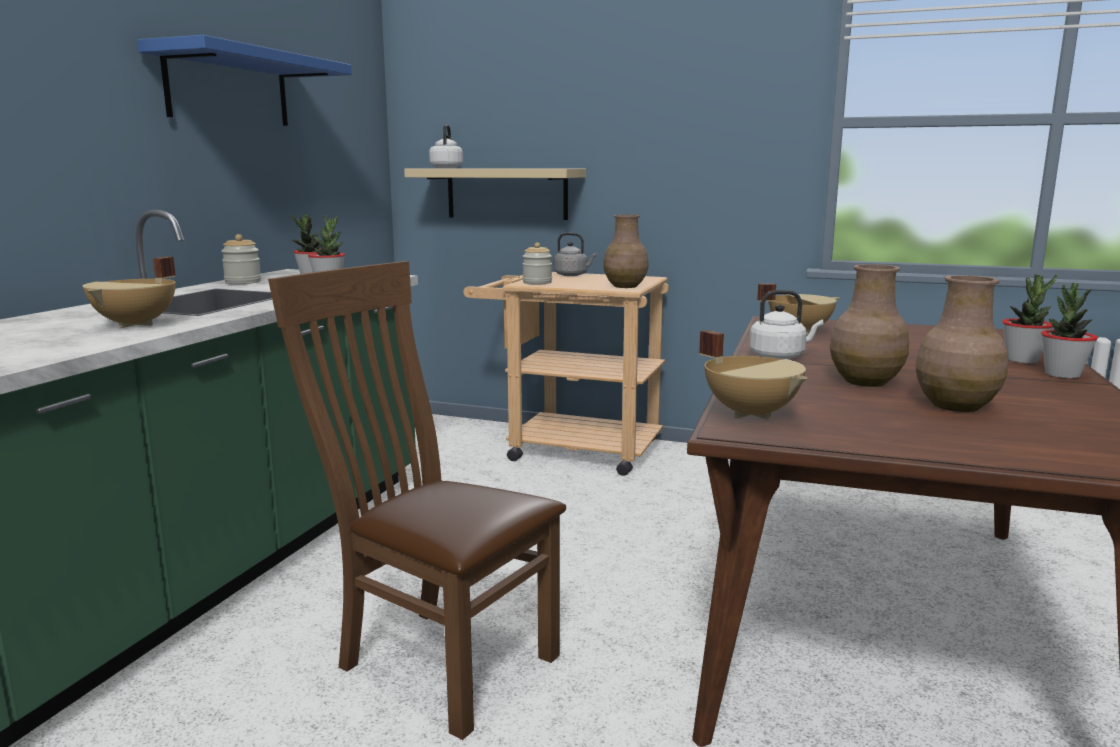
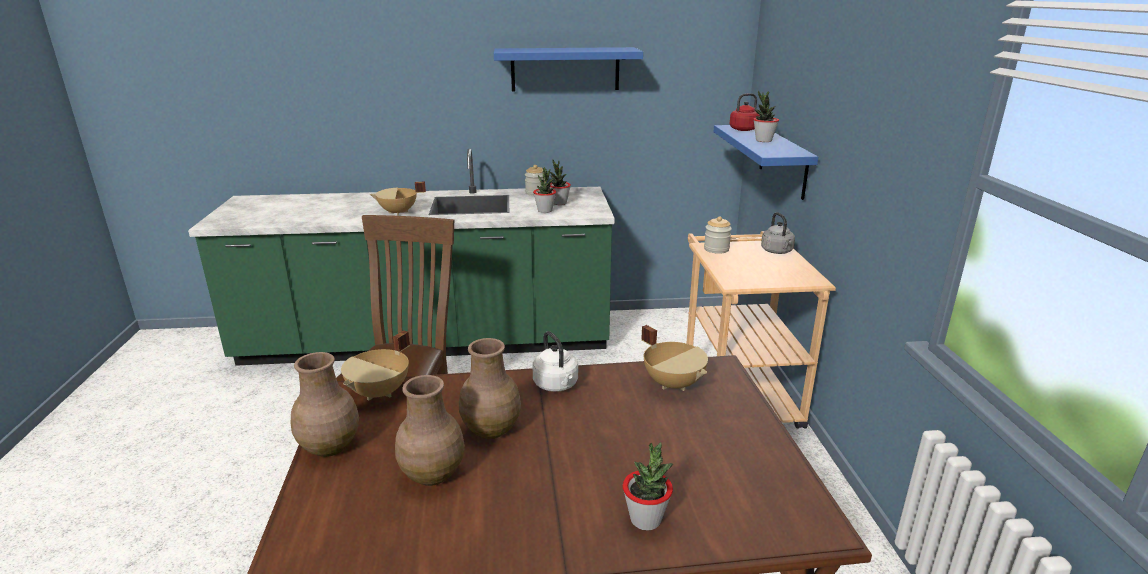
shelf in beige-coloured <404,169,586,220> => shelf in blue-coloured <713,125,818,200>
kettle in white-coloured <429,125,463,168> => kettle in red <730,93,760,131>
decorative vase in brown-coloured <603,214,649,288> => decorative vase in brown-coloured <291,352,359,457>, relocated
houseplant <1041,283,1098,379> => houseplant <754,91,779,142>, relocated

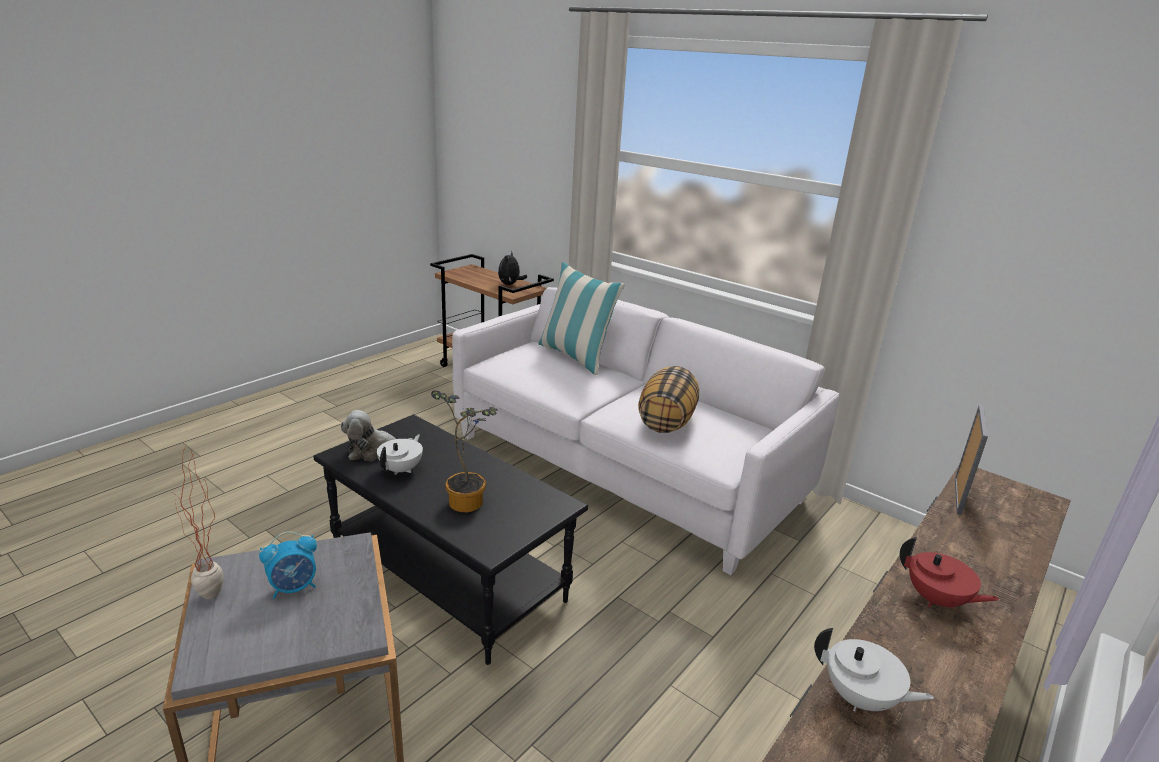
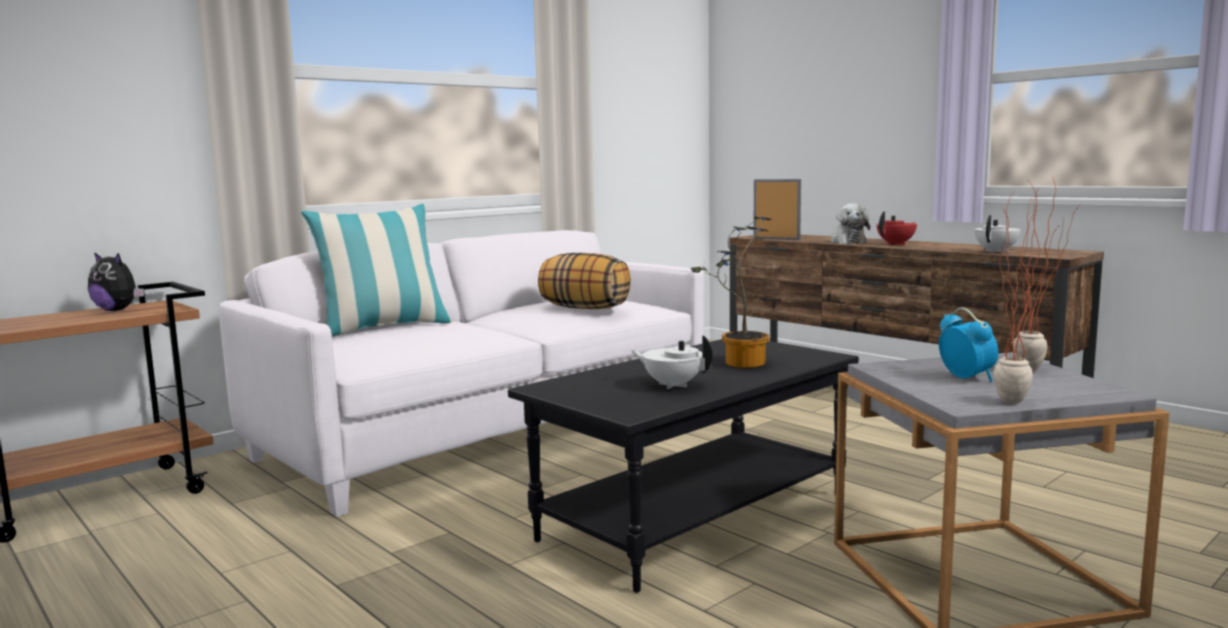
cuddly toy <341,410,414,461> => cuddly toy <830,203,870,244>, relocated
nothing => houseplant <1014,178,1080,372>

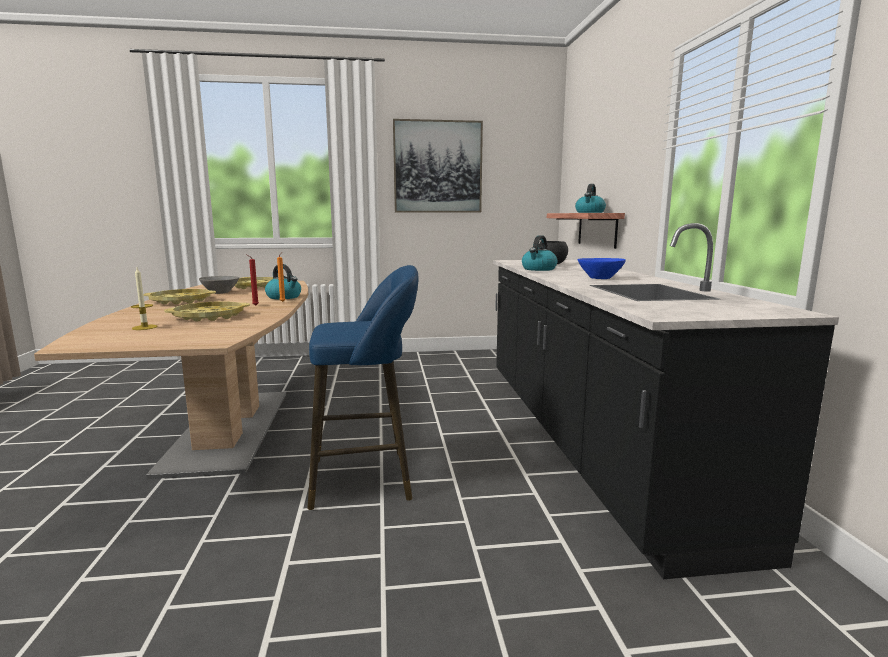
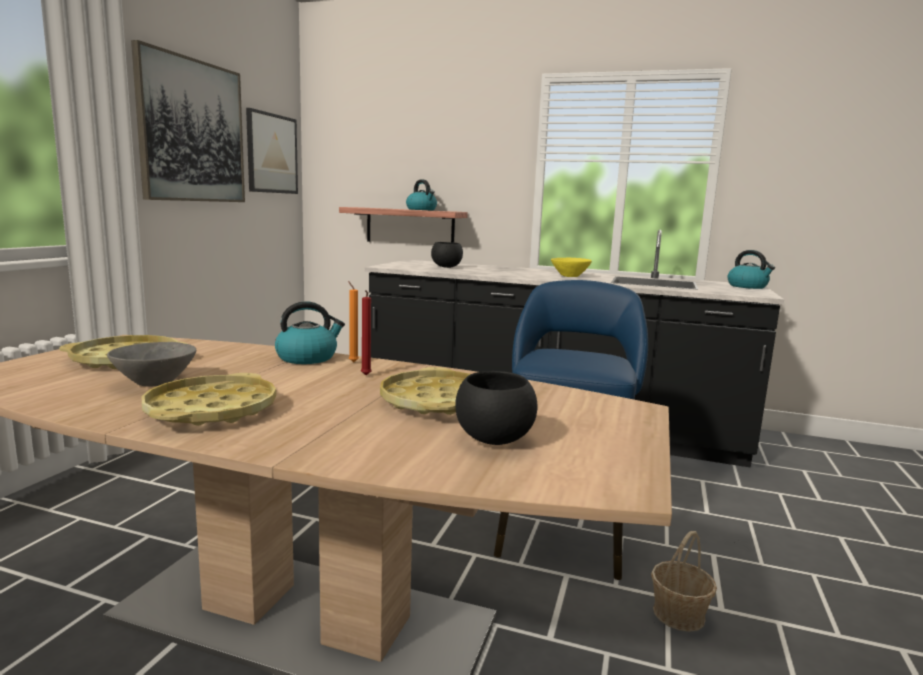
wax candle <131,268,158,330> => serving bowl in blackish <455,371,537,445>
kettle <522,235,558,271> => kettle <728,250,775,289>, relocated
serving bowl in blue-coloured <577,258,626,279> => serving bowl in yellow-coloured <551,258,592,277>
nothing => wall art <246,108,298,194>
nothing => household basket <651,531,717,632>

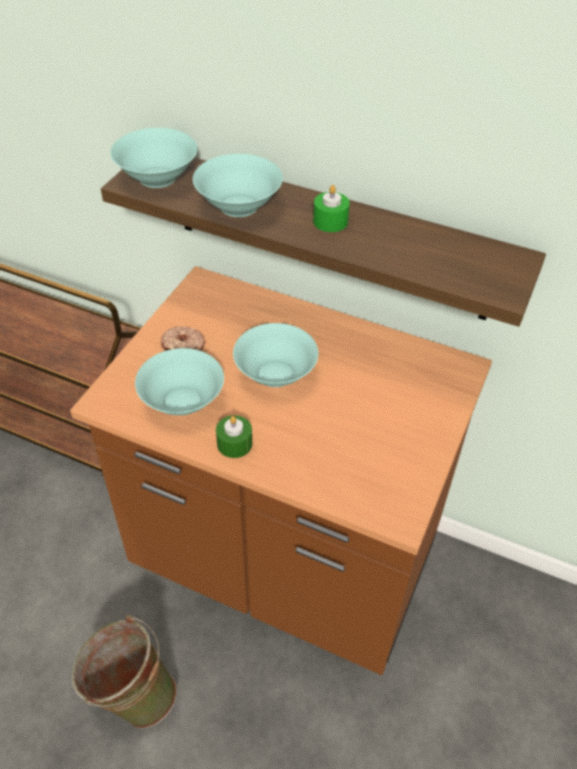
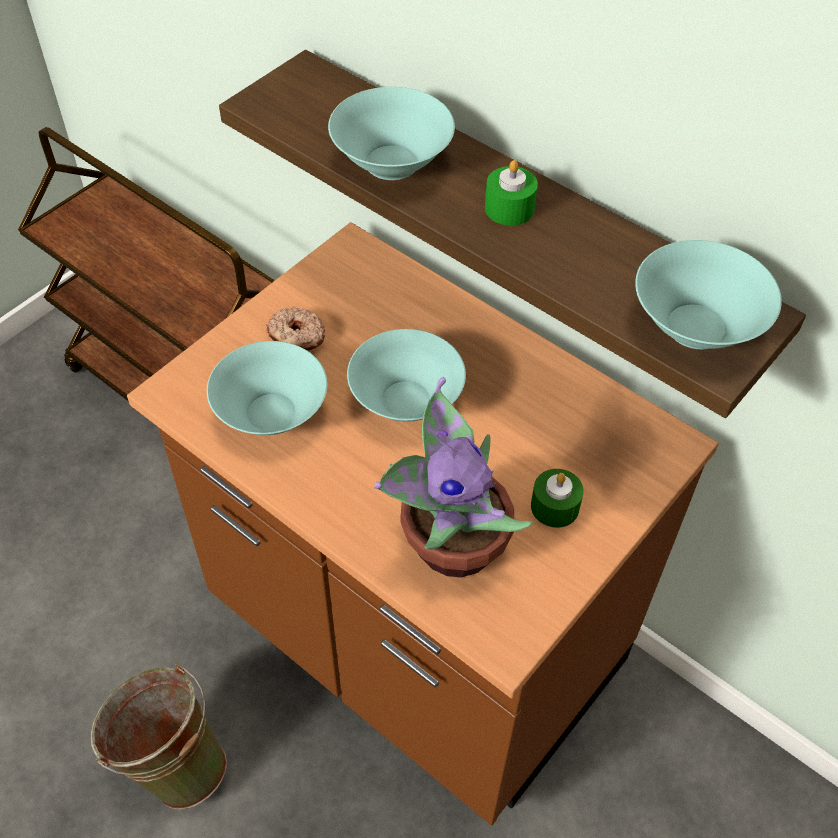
serving bowl in blue-green <110,128,197,188> => serving bowl in blue-green <635,240,782,349>, relocated
wax candle in green-coloured <216,415,252,458> => wax candle in green-coloured <531,469,584,528>, relocated
nothing => houseplant <374,377,533,577>

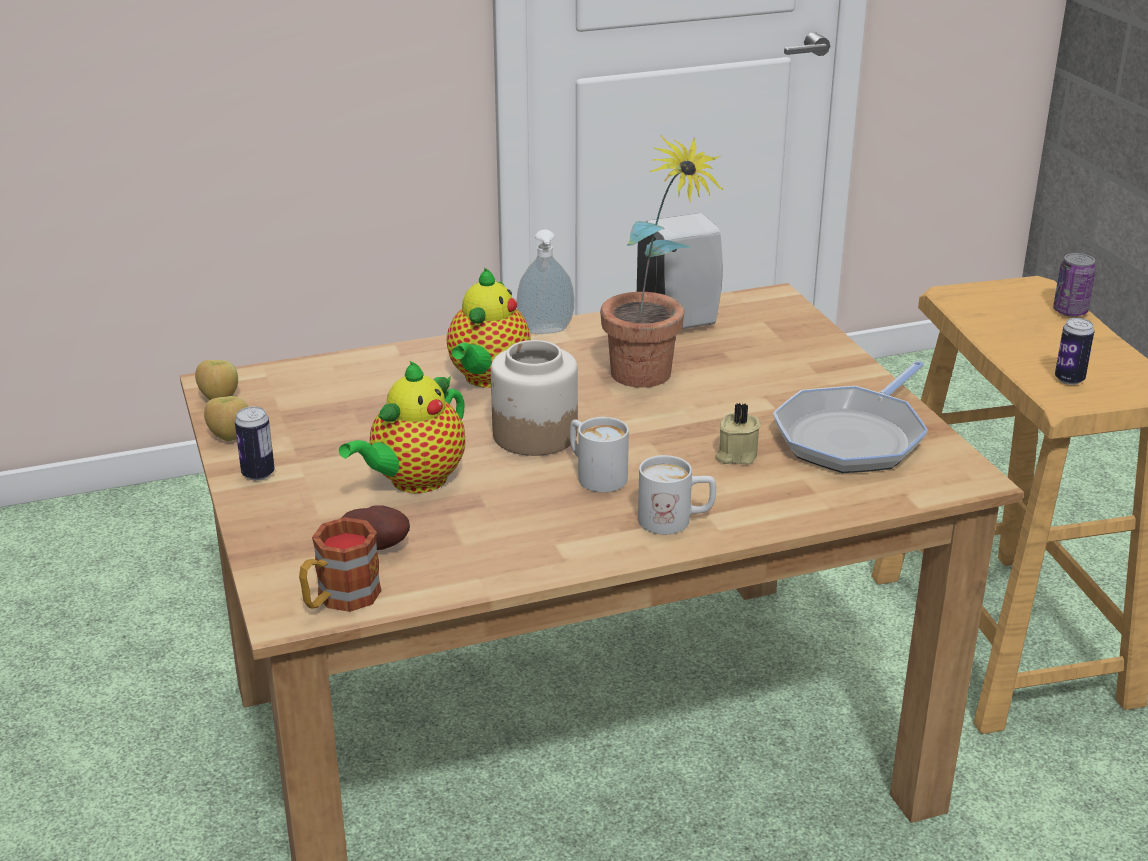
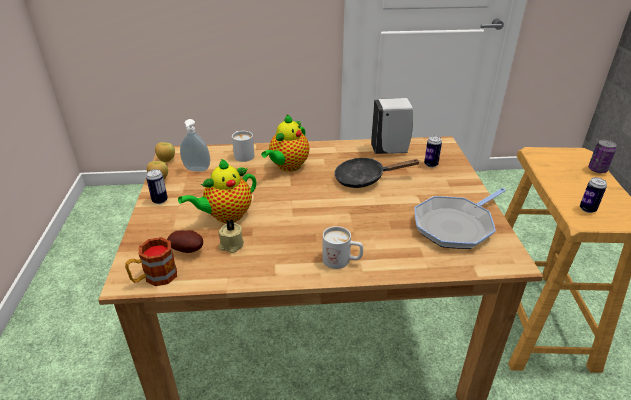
preserve jar <491,340,578,456> => nothing
liquid soap bottle <516,230,574,334> => liquid soap bottle <180,119,210,172>, relocated
mug in white-coloured <570,417,629,492> => mug in white-coloured <232,131,254,162>, relocated
houseplant <600,135,723,388> => skillet in blackish <334,158,420,188>
wax candle in beige-coloured <715,402,761,465> => wax candle in beige-coloured <219,219,244,253>, relocated
nothing => metal can <424,136,442,167>

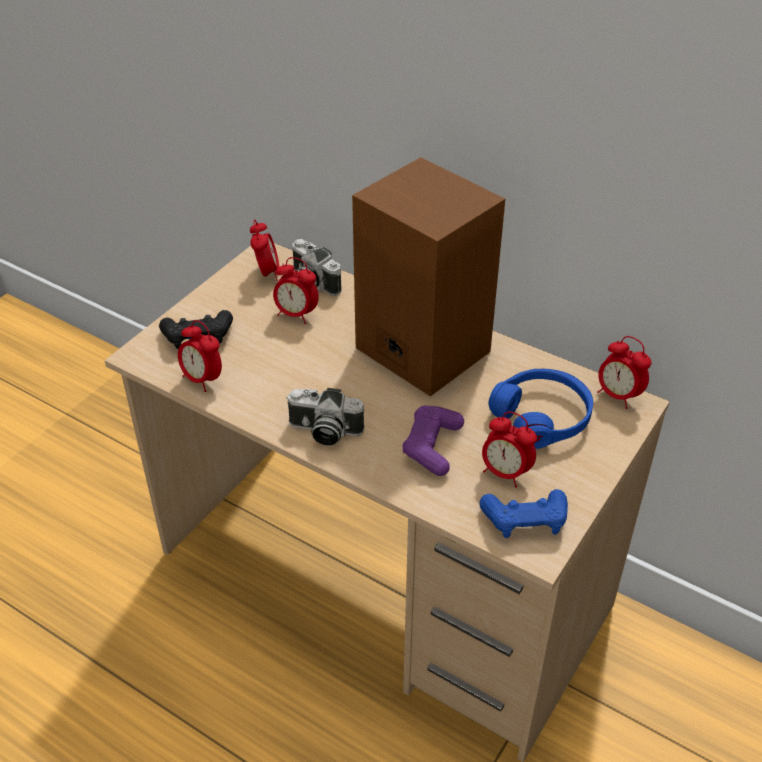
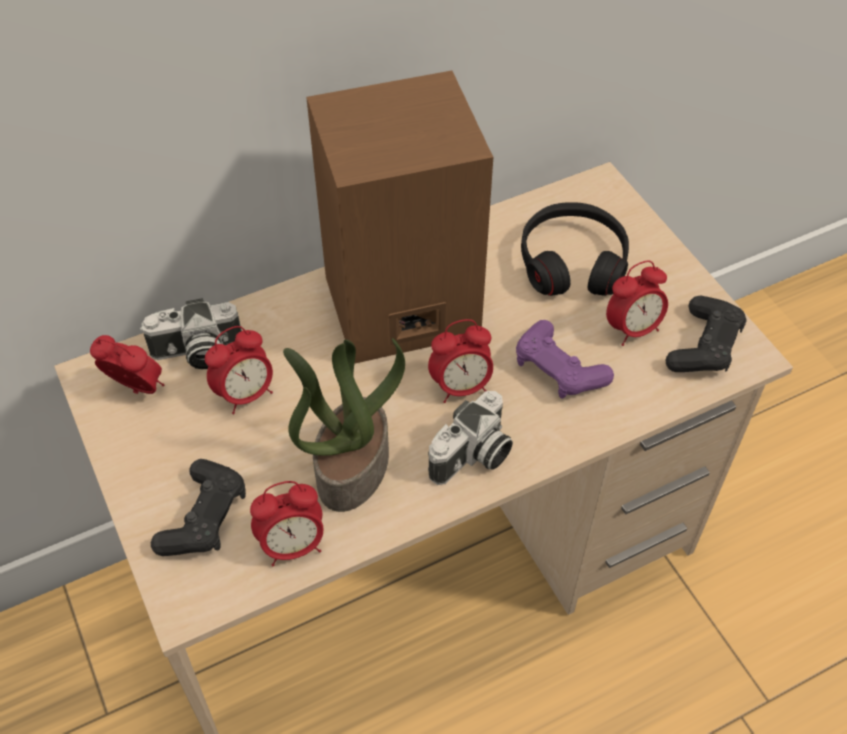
joypad in blue-coloured <480,489,568,538> => joypad in blackish <666,295,747,372>
pair of headphones in blue-coloured <488,369,593,449> => pair of headphones in blackish <521,202,629,296>
alarm clock <597,336,652,409> => alarm clock <428,319,493,403>, relocated
nothing => houseplant <283,338,405,512>

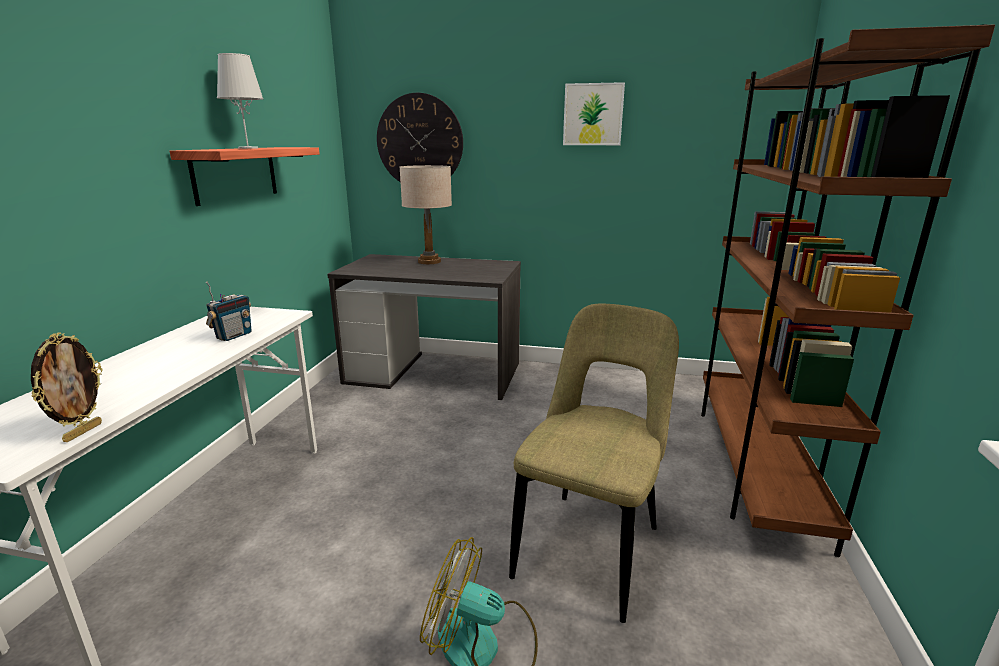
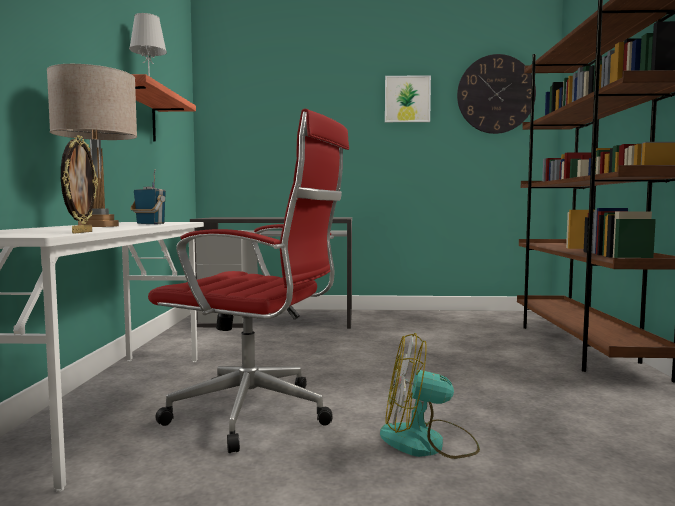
radio <206,281,251,341> => radio <130,169,166,224>, 75 degrees counterclockwise
hanging clock <377,93,463,182> => hanging clock <457,54,536,134>, relocated
table lamp in beige-coloured <399,165,452,264> => table lamp in beige-coloured <47,64,137,227>, relocated
upright chair in beige-coloured <509,304,679,623> => nothing
nothing => computer chair in red <148,109,349,453>

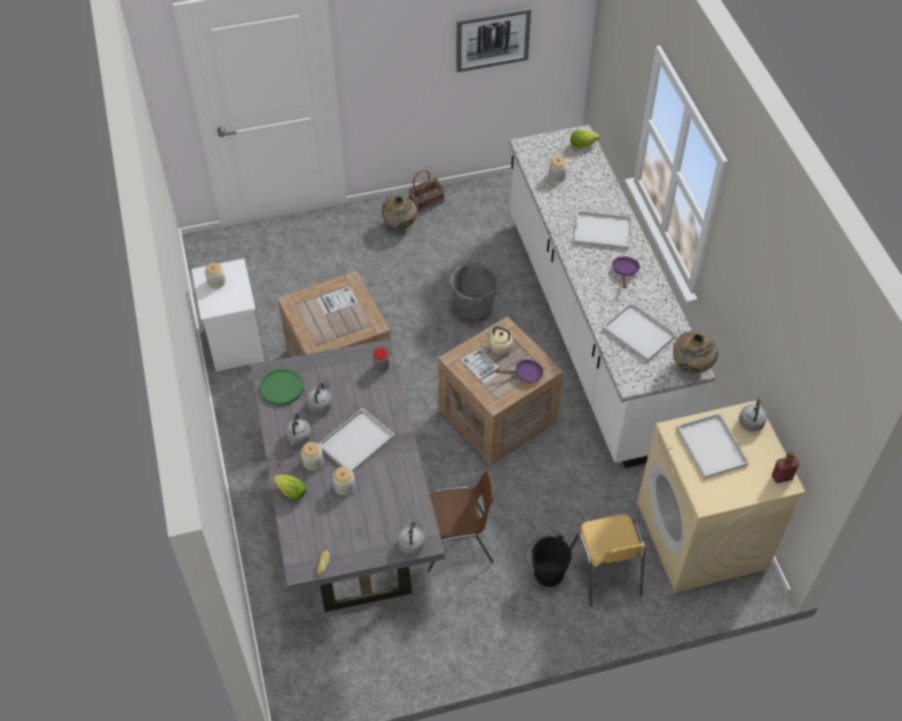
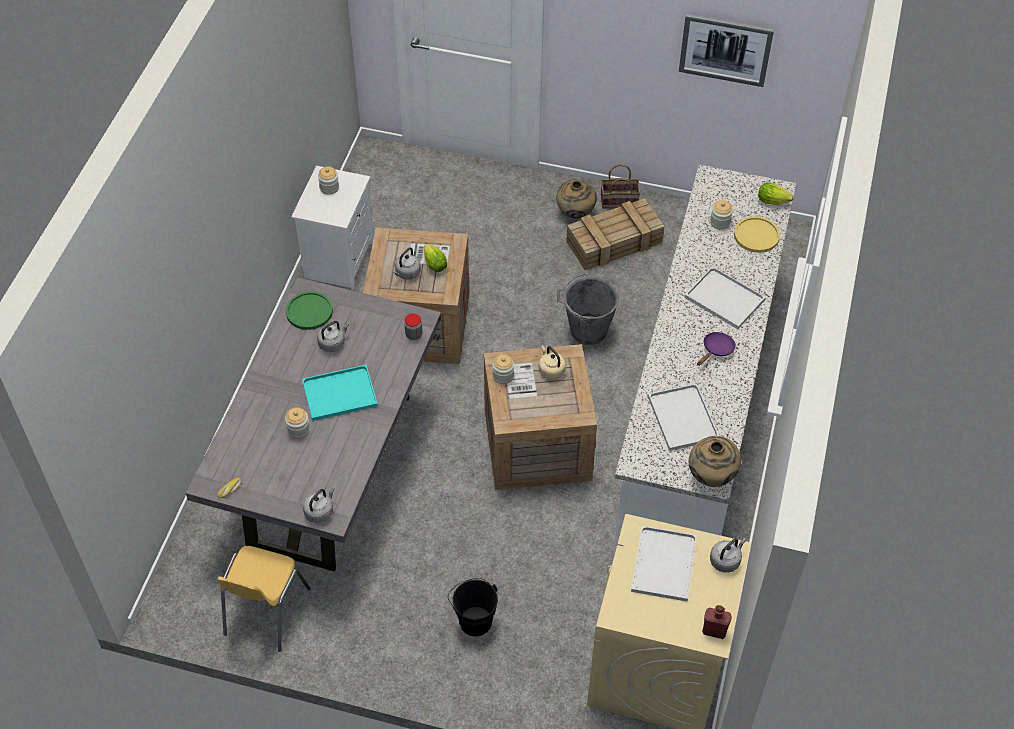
head of lettuce <273,475,306,499> => head of lettuce <424,244,447,272>, relocated
kettle in greyish <285,413,311,445> => kettle in greyish <392,247,421,280>, relocated
preserve jar <301,442,323,471> => preserve jar <492,354,514,384>, relocated
tray in white-coloured <318,408,395,472> => tray in blue-green <302,365,378,421>
upright chair in brown-coloured <427,471,494,572> => nothing
skillet in purple-coloured <495,359,543,383> => nothing
upright chair in yellow-coloured <570,514,645,607> => upright chair in yellow-coloured <217,546,311,652>, relocated
nothing => shipping crate <566,198,664,270>
nothing => dinner plate in yellow-coloured <734,216,780,253>

